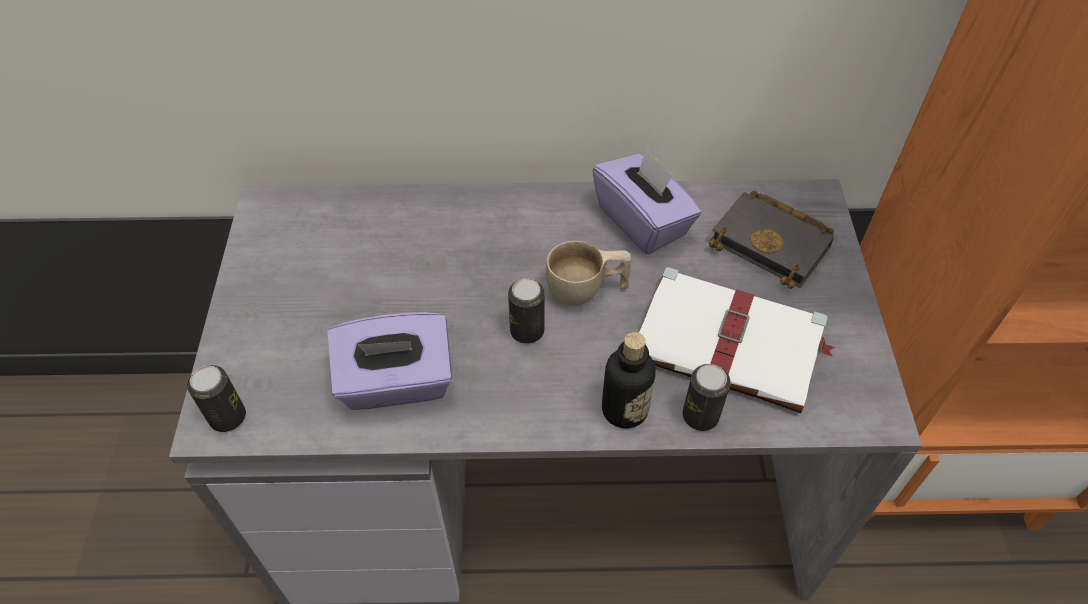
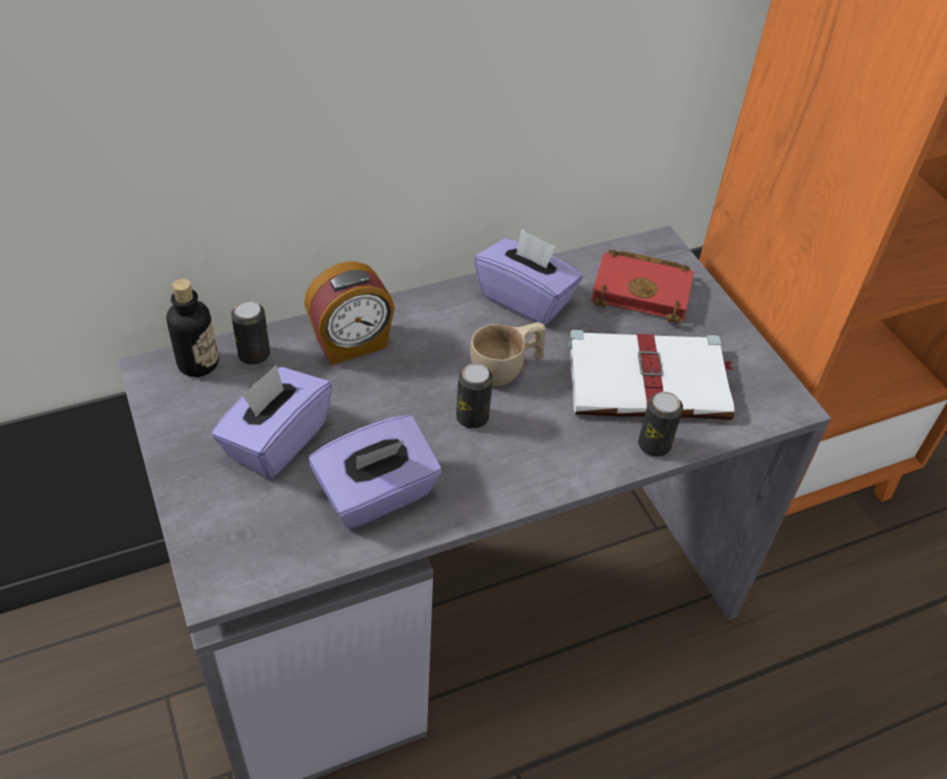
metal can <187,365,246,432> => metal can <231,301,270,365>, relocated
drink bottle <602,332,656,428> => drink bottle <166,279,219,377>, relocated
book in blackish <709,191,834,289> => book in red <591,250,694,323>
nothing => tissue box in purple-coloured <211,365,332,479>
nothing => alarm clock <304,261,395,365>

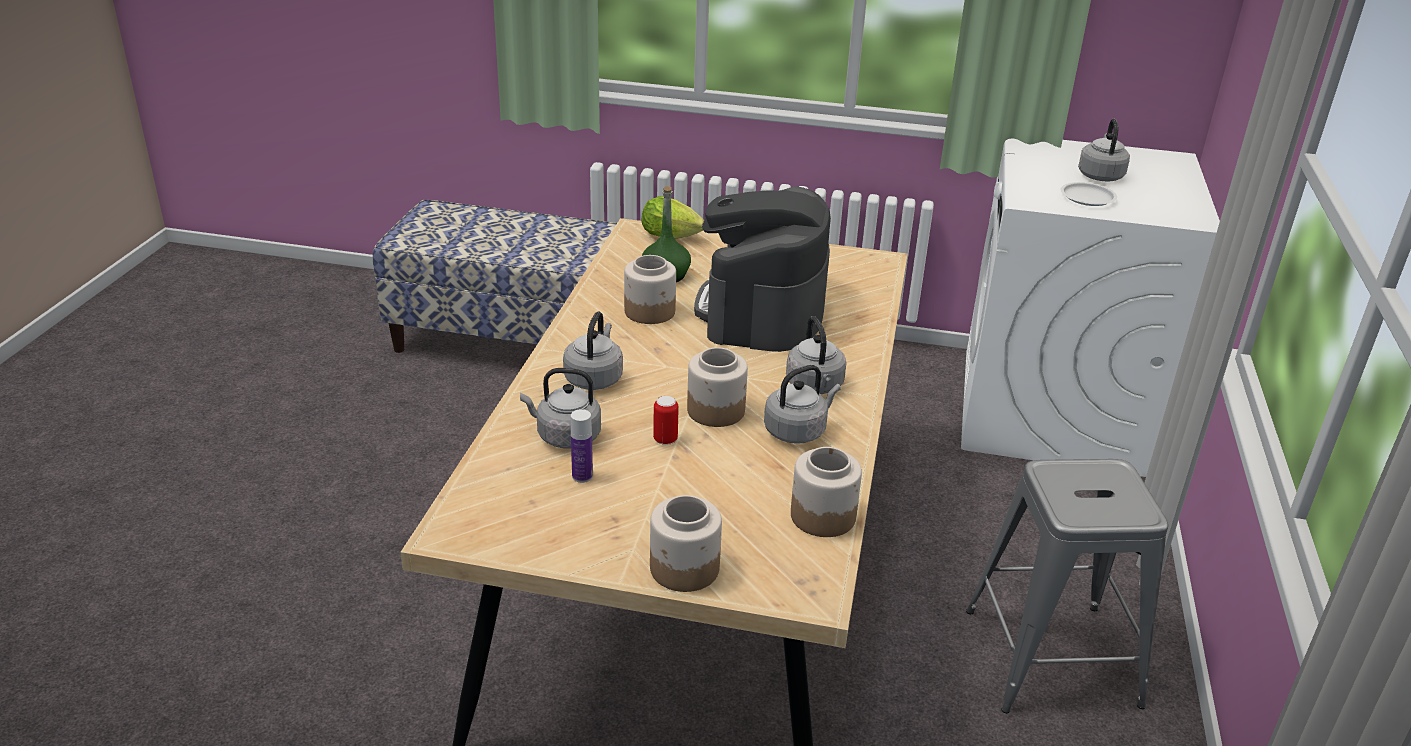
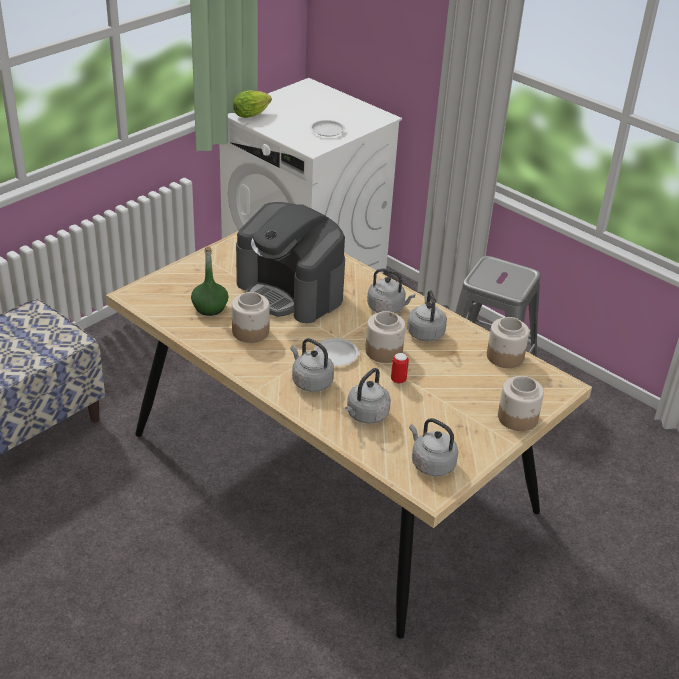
drink bottle <571,409,593,483> => nothing
head of lettuce <641,196,704,239> => head of lettuce <233,91,272,118>, relocated
kettle in greyish <1078,119,1130,181> => kettle in greyish <409,418,458,476>, relocated
nothing => dinner plate in white-coloured <314,338,359,366>

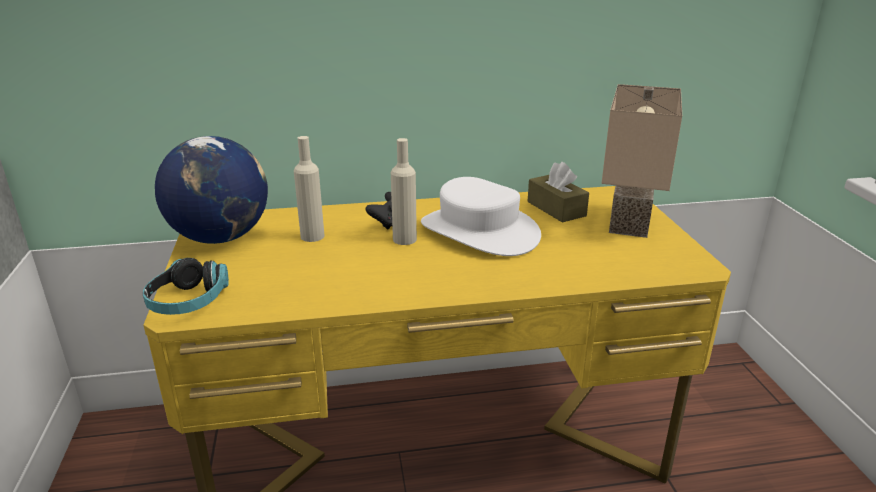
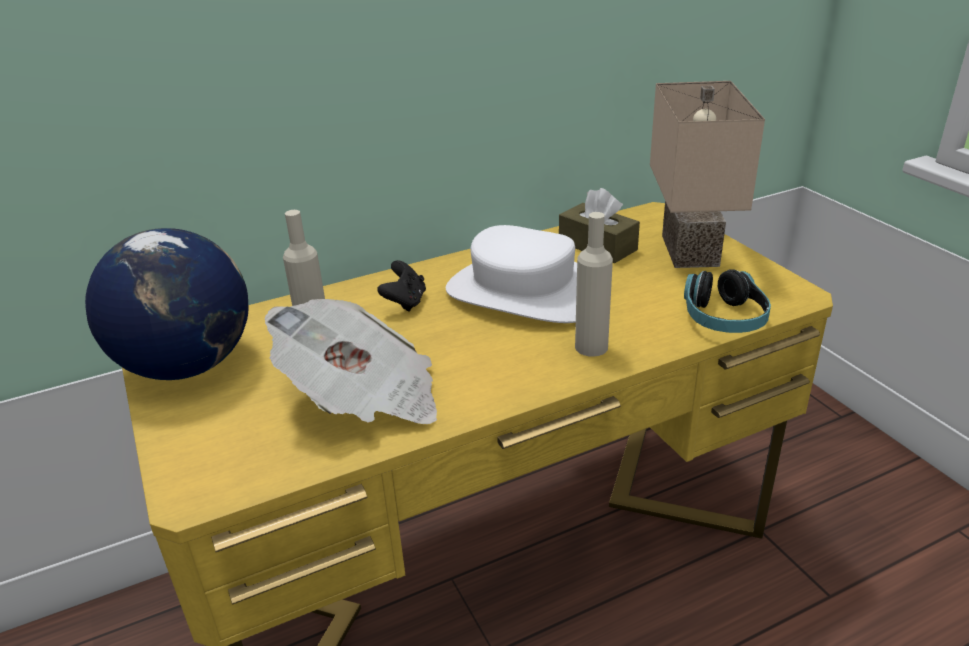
pair of headphones <143,258,229,315> => pair of headphones <684,269,771,333>, relocated
drink bottle in beige-coloured <391,138,417,245> => drink bottle in beige-coloured <575,212,613,357>, relocated
nothing => daily paper <265,299,437,424>

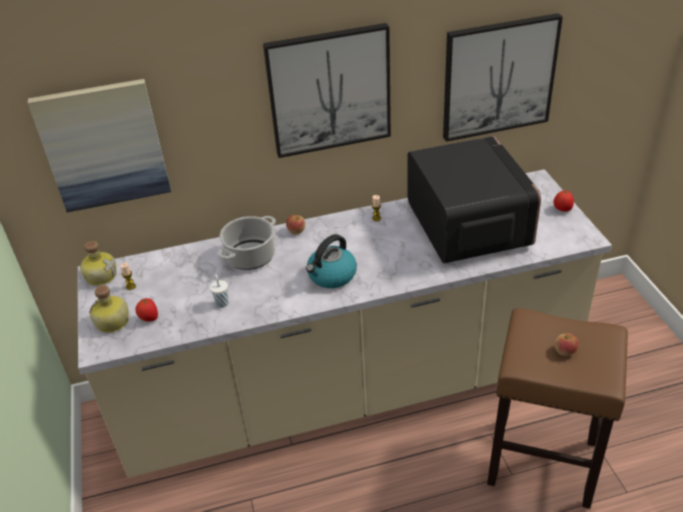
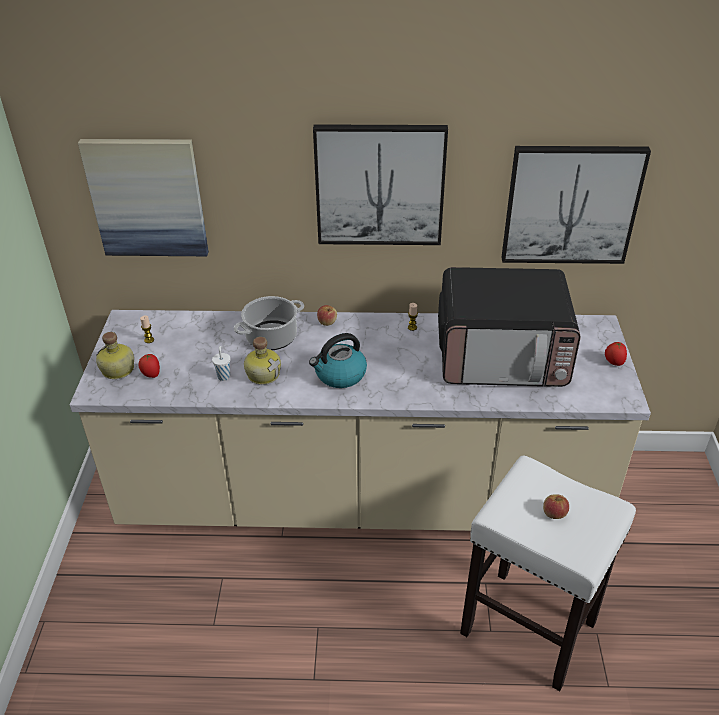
drink bottle <80,241,117,286> => drink bottle <244,337,281,385>, relocated
microwave <407,136,541,263> => microwave <438,267,581,387>, 90 degrees clockwise
stool seat in brown-coloured <487,308,628,509> => stool seat in white-coloured <460,456,636,691>

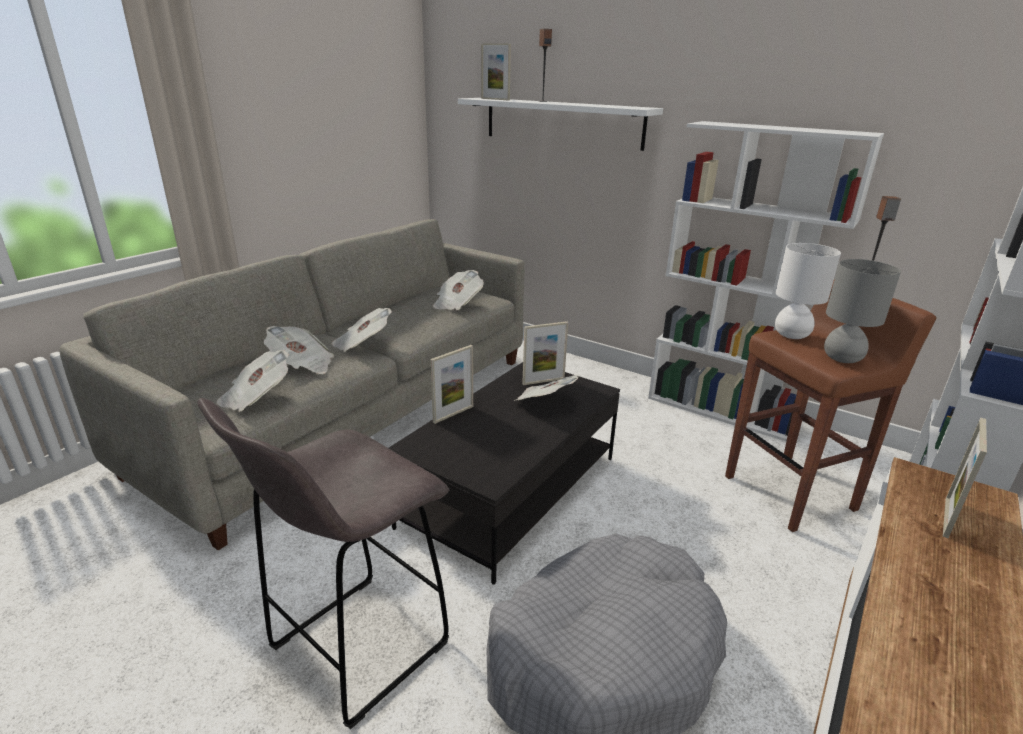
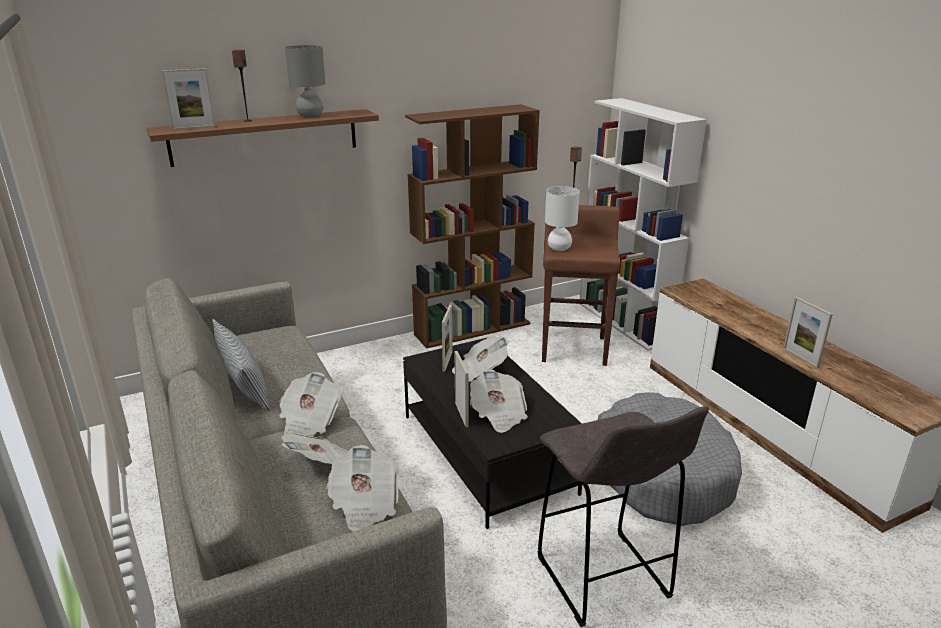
daily paper <433,270,484,310> => daily paper <470,369,528,433>, relocated
shelf in white-coloured <458,98,663,151> => shelf in brown-coloured <147,109,379,167>
bookcase in white-coloured <648,121,884,441> => bookcase in brown-coloured <405,104,540,349>
table lamp in greyish <824,259,901,363> => table lamp in greyish <285,45,326,118>, relocated
standing frame <943,418,987,538> => standing frame <783,297,833,368>, relocated
nothing => cushion <212,319,270,411>

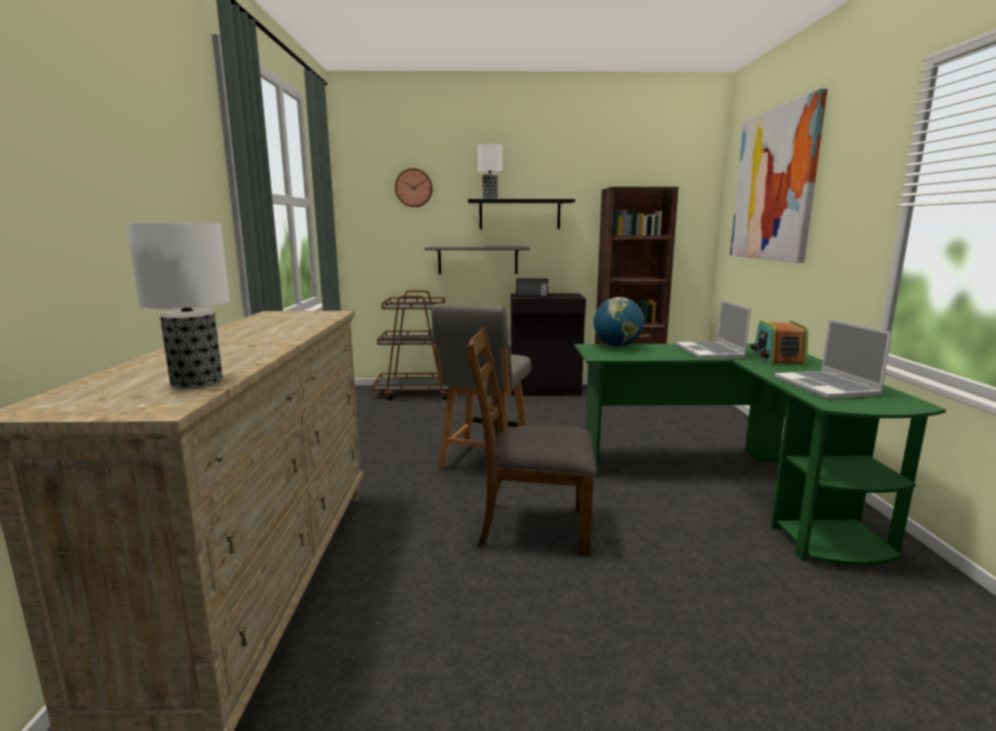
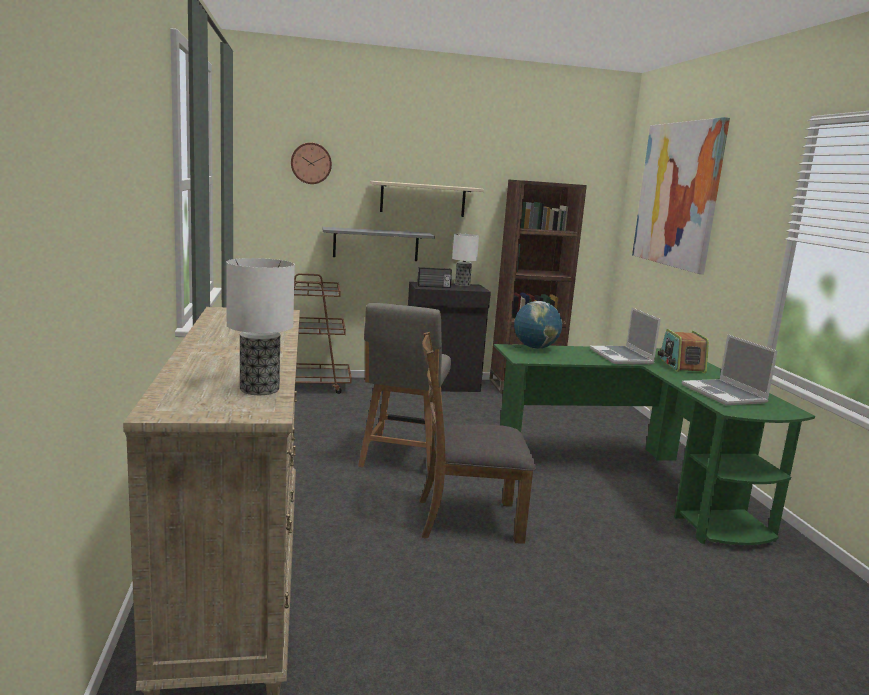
shelf in blackish <468,199,575,229> => shelf in beige-coloured <370,181,484,217>
table lamp <477,144,503,199> => table lamp <452,234,479,286>, relocated

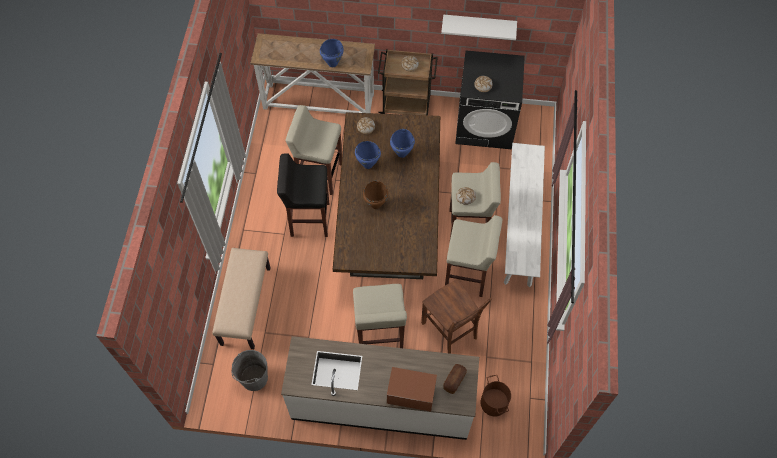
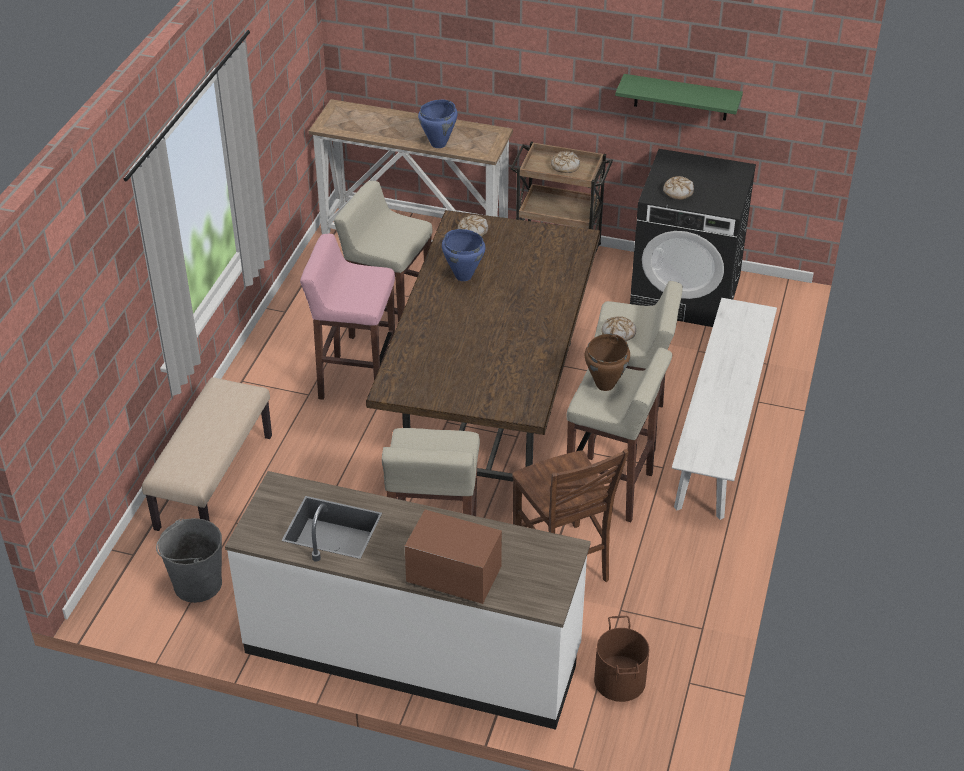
stool seat in blackish <277,153,329,237> => stool seat in pinkish <300,234,395,400>
saucepot in brown-coloured <363,181,388,209> => saucepot in brown-coloured <585,334,630,391>, relocated
saucepot in blue-coloured <390,129,415,158> => nothing
shelf in white-coloured <441,15,517,40> => shelf in green-coloured <615,74,743,121>
baked bread <443,364,467,394> => nothing

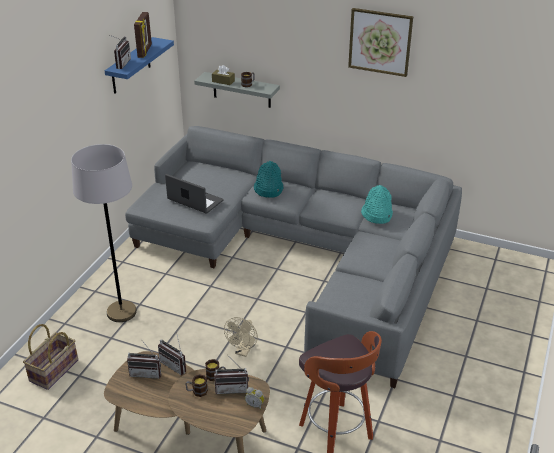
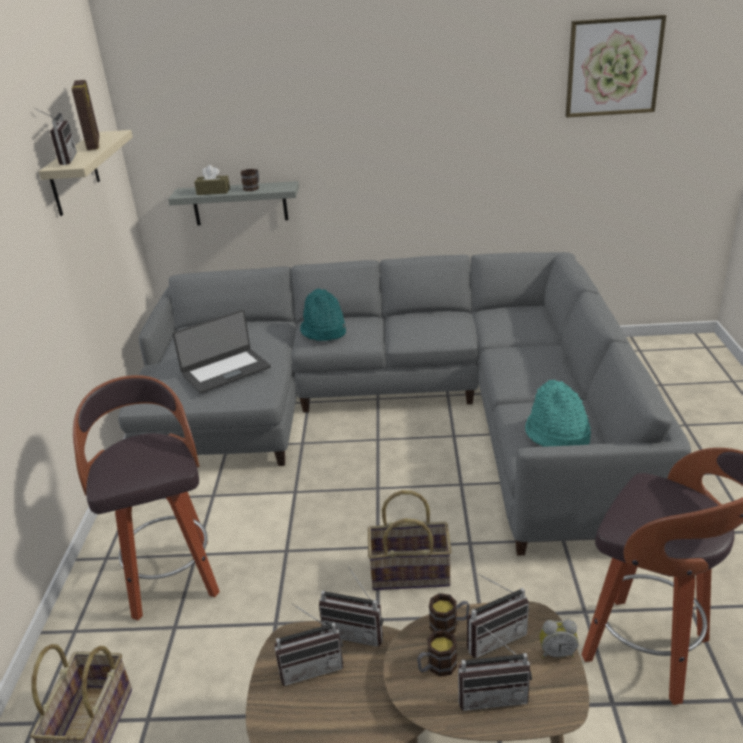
standard lamp in greyish <71,144,137,322> => stool seat <73,375,220,620>
shelf in blue-coloured <105,37,174,94> => shelf in beige-coloured <39,130,133,216>
laptop <165,174,224,214> => laptop <172,310,271,393>, 135 degrees clockwise
fan in beige-coloured <224,317,258,357> => household basket <368,490,452,590>
wall art <348,8,413,77> => wall art <566,15,666,117>, relocated
wearable hat in blue-green <361,185,393,224> => wearable hat in blue-green <525,380,591,447>, relocated
nothing => radio <458,624,532,711>

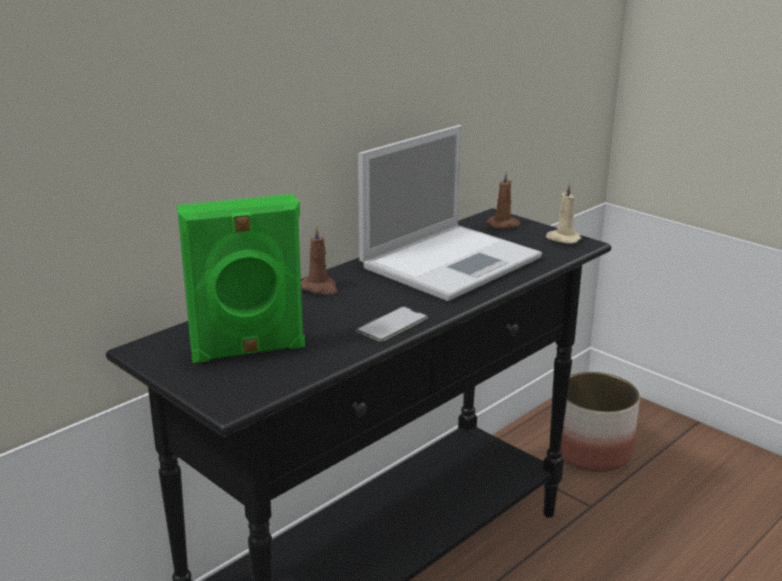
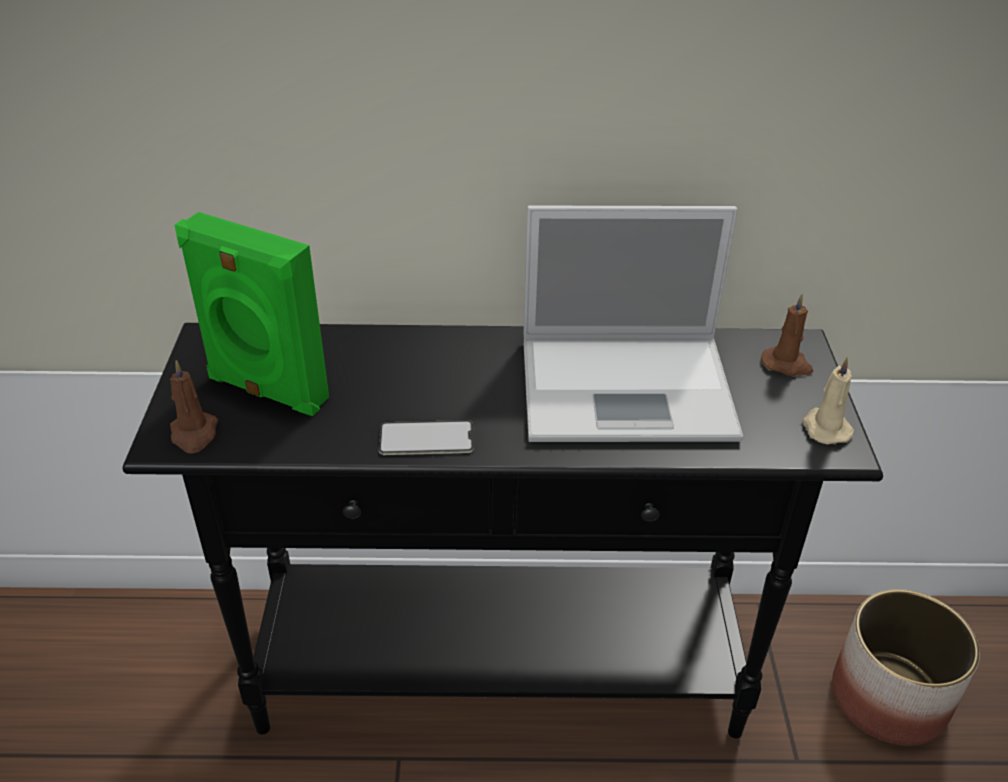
wax candle in brown-coloured <301,226,338,294> => wax candle in brown-coloured <170,360,218,453>, relocated

